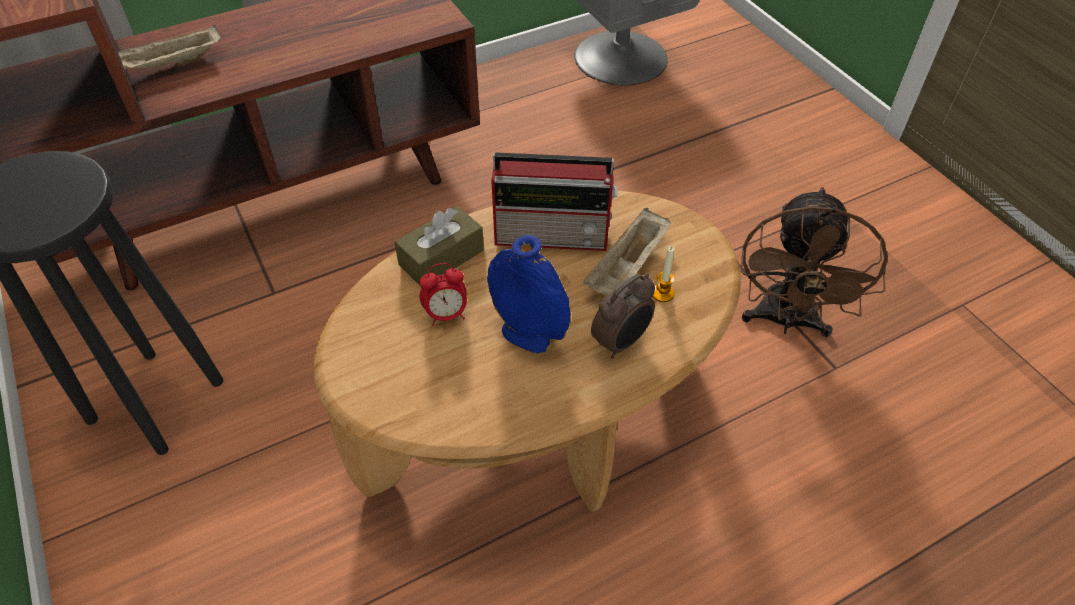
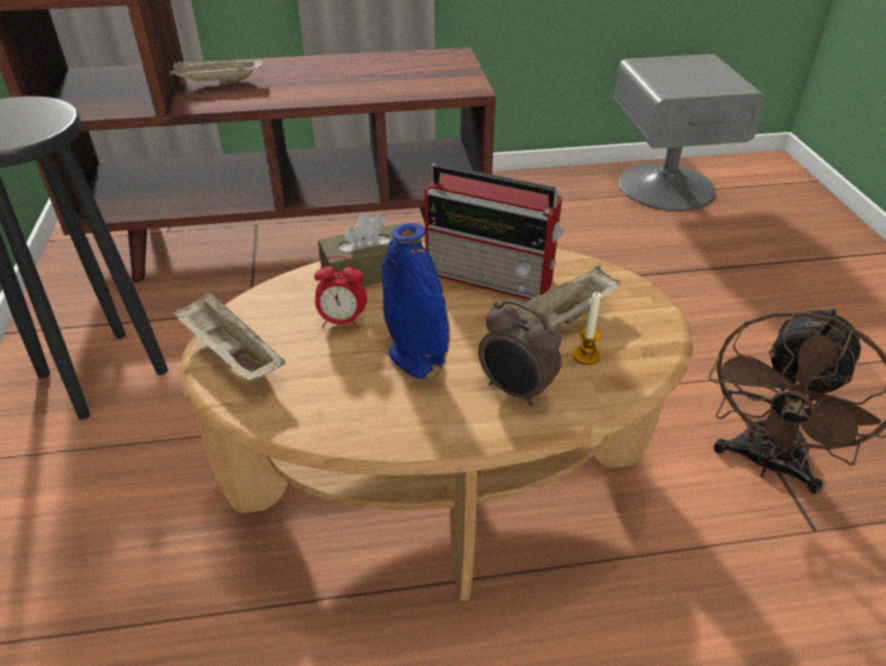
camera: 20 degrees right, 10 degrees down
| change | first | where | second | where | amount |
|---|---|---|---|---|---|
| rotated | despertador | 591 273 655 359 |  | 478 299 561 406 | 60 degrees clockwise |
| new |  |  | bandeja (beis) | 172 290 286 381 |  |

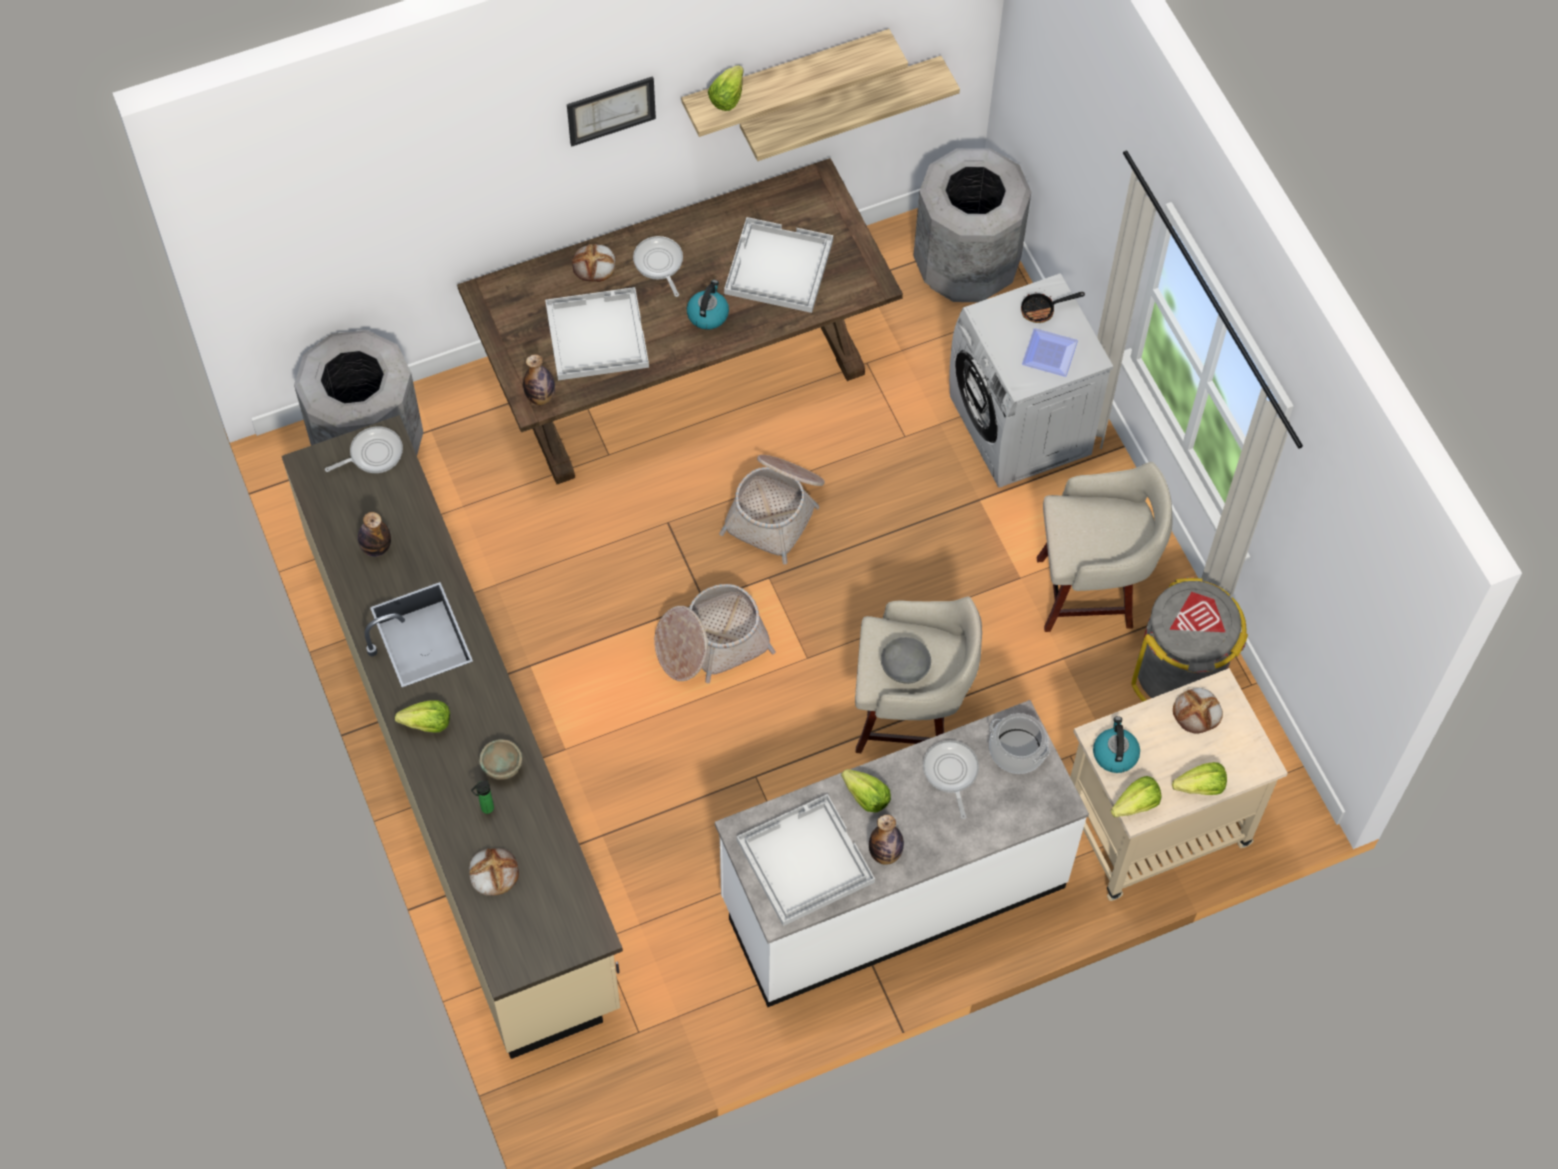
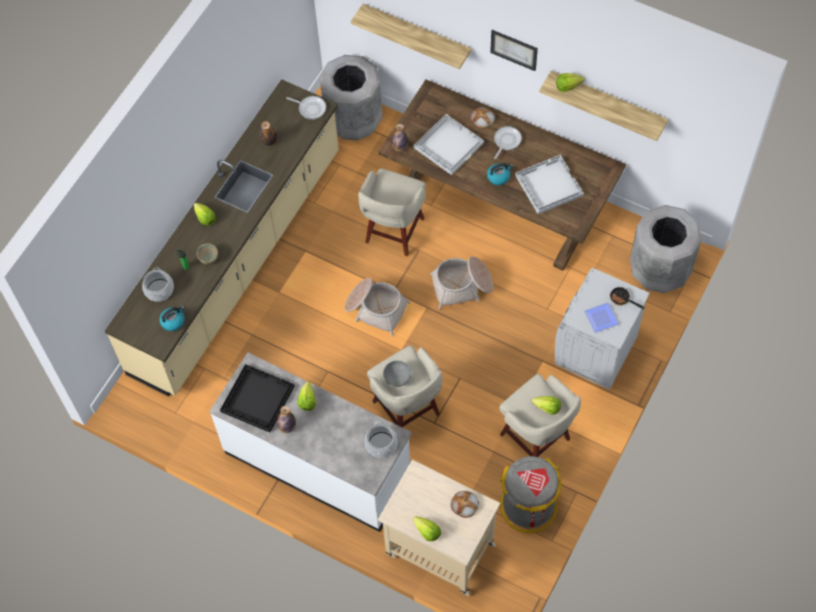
camera: 55 degrees right, 0 degrees up
| change | first | where | second | where | amount |
|---|---|---|---|---|---|
| swapped | pan | 469 848 519 896 | olla | 142 267 174 302 |  |
| repainted | bandeja (blanco) | 737 794 875 926 | bandeja (negro) | 220 364 295 433 |  |
| shifted | estante | 740 56 960 161 |  | 351 4 471 69 |  |
| gone | sartén | 923 740 979 819 |  |  |  |
| shifted | hervidor | 1093 716 1140 773 |  | 159 306 185 331 |  |
| shifted | lechuga | 1111 776 1161 817 |  | 531 396 561 415 |  |
| new |  |  | taburete (beis) | 358 168 426 257 |  |

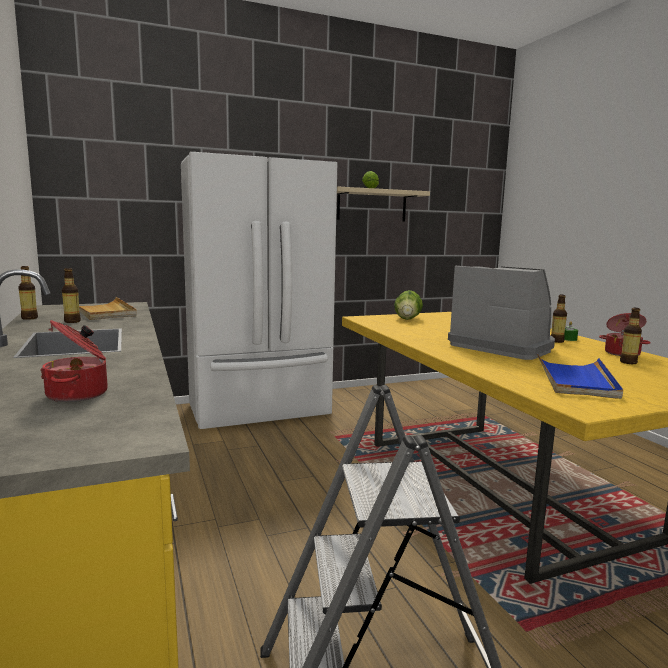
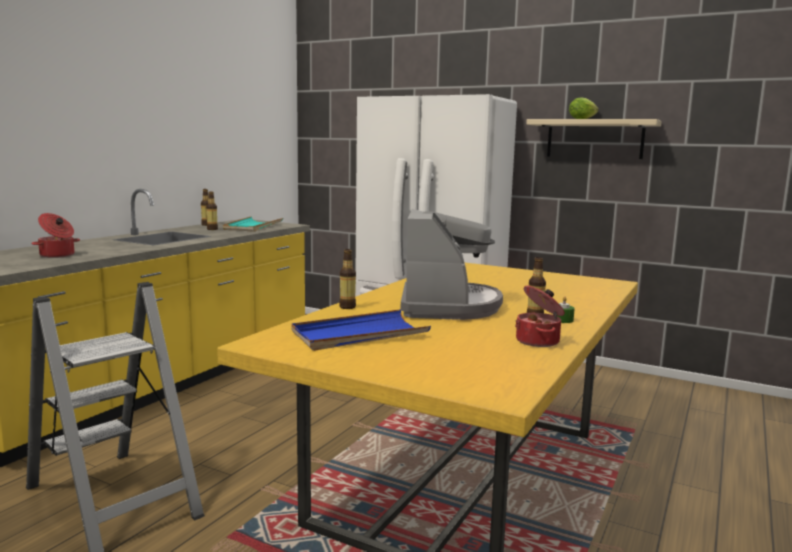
camera: 50 degrees right, 0 degrees up
| change | first | where | second | where | amount |
|---|---|---|---|---|---|
| repainted | bandeja (beis) | 79 297 137 320 | bandeja (turquesa) | 223 216 283 232 |  |
| gone | lechuga | 394 290 423 320 |  |  |  |
| shifted | botella | 620 308 642 364 |  | 339 249 356 309 |  |

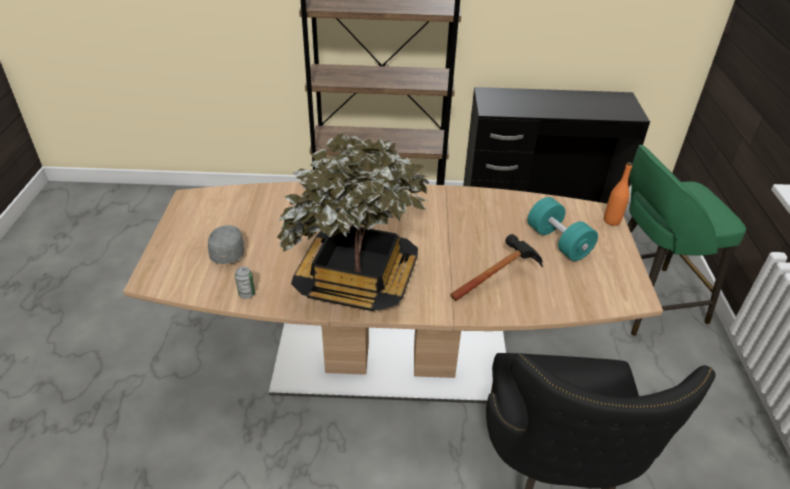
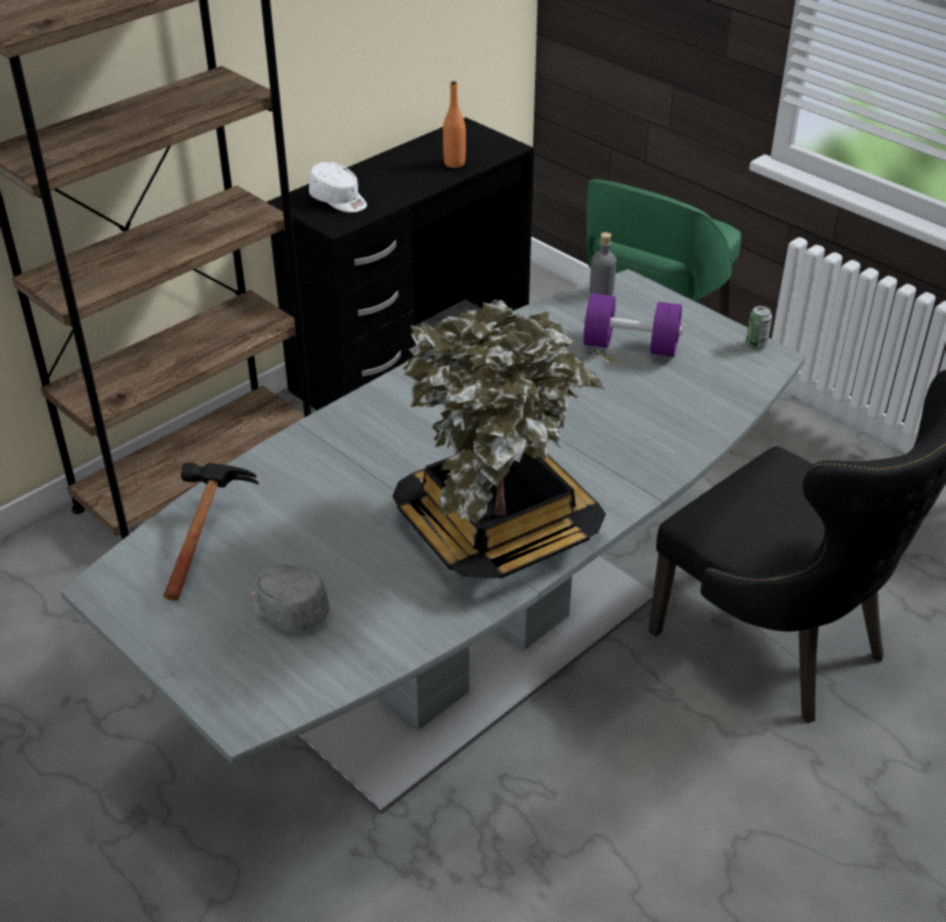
camera: 45 degrees left, 0 degrees up
| change | first | where | second | where | amount |
|---|---|---|---|---|---|
| repainted | mesa de comedor (marrón) | 124 182 663 403 | mesa de comedor (gris) | 60 269 806 814 |  |
| shifted | lata | 235 267 255 299 |  | 746 306 772 349 |  |
| shifted | martillo | 450 234 543 301 |  | 164 463 259 600 |  |
| repainted | mancuerna (turquesa) | 528 197 598 261 | mancuerna (morado) | 583 293 683 357 |  |
| shifted | botella (naranja) | 604 162 632 226 |  | 443 81 466 168 |  |
| new |  |  | gorra (blanco) | 309 162 367 212 |  |
| new |  |  | botella (gris) | 590 232 616 296 |  |

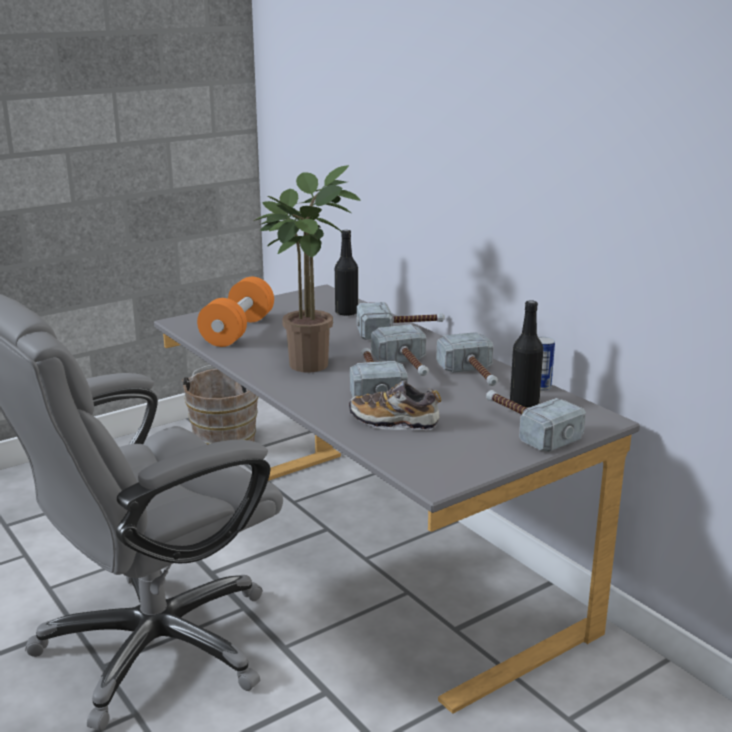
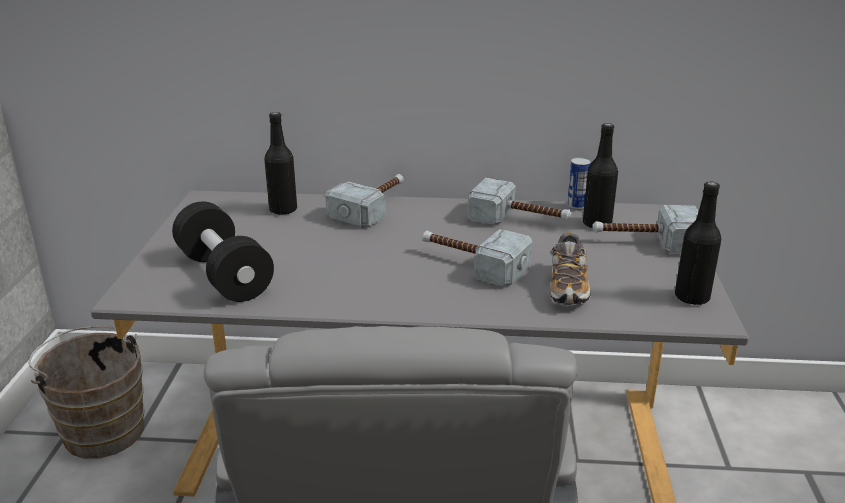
camera: 50 degrees left, 5 degrees up
| change | first | where | second | where | amount |
|---|---|---|---|---|---|
| repainted | mancuerna (naranja) | 197 277 274 347 | mancuerna (negro) | 172 201 274 302 |  |
| gone | planta en maceta | 254 165 361 372 |  |  |  |
| rotated | zapato | 349 380 442 431 |  | 551 231 590 307 | 45 degrees counterclockwise |
| gone | martillo | 371 324 429 376 |  |  |  |
| new |  |  | botella (negro) | 675 181 721 305 |  |

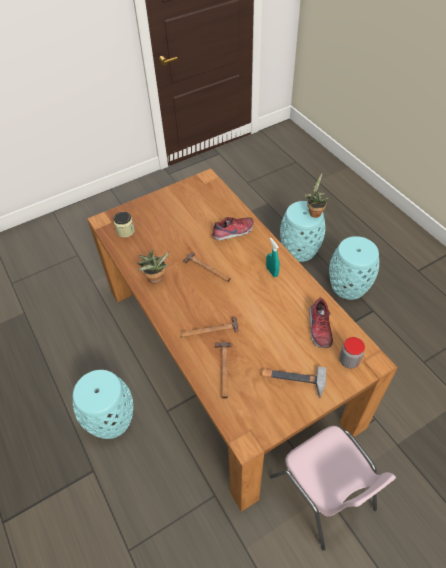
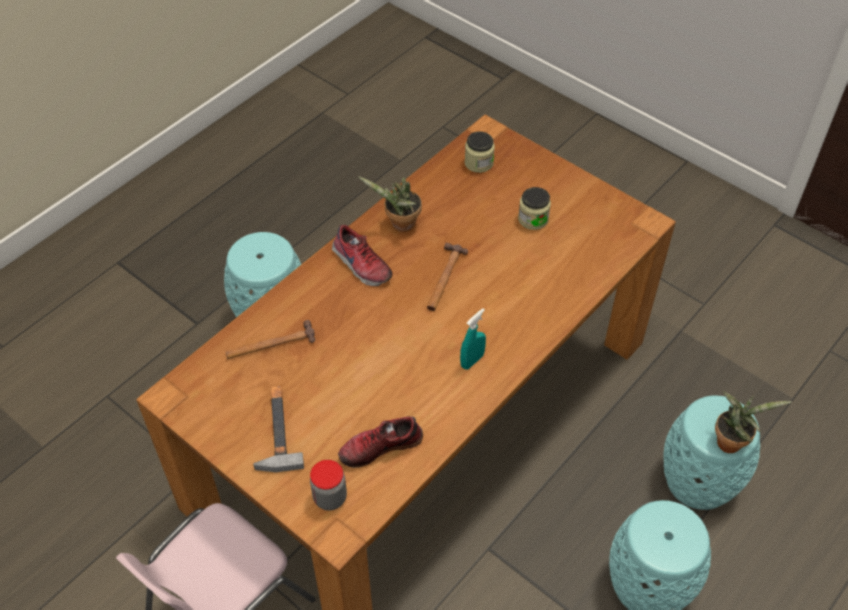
camera: 70 degrees right, 0 degrees up
| change | first | where | second | where | amount |
|---|---|---|---|---|---|
| gone | martillo | 181 317 239 337 |  |  |  |
| shifted | zapato | 212 217 254 241 |  | 332 225 392 286 |  |
| new |  |  | tarro | 518 187 551 230 |  |

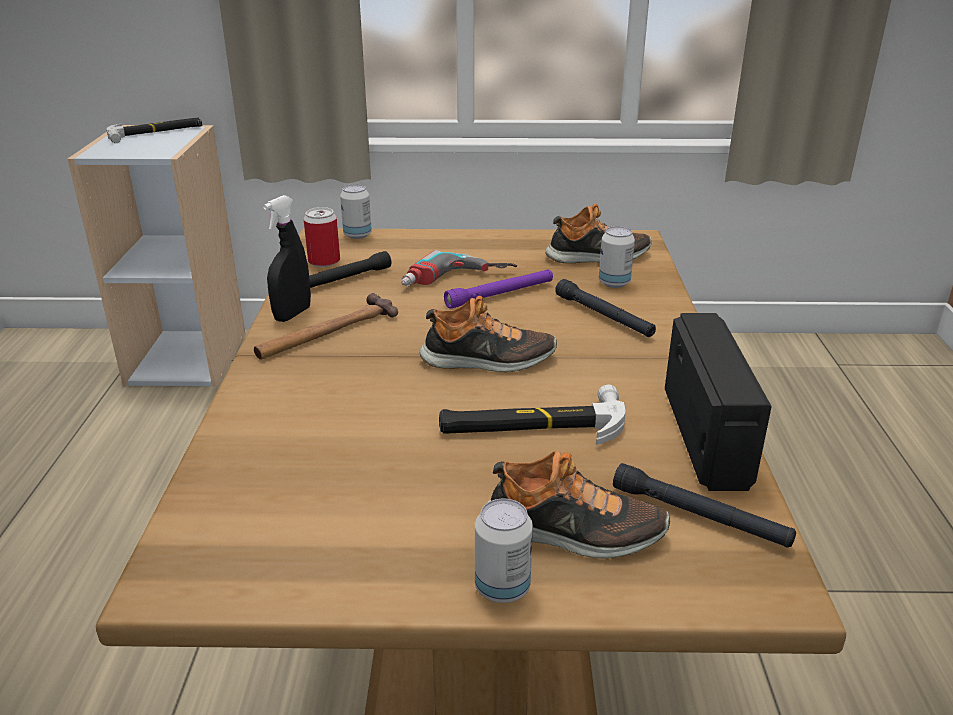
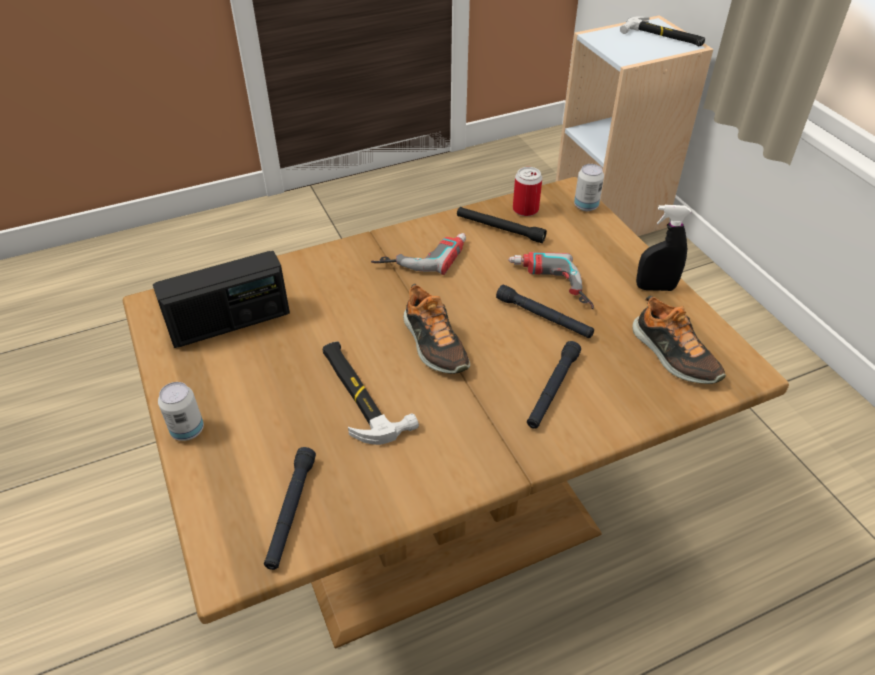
camera: 65 degrees right, 15 degrees up
| change | first | where | second | where | amount |
|---|---|---|---|---|---|
| swapped | martillo | 254 293 398 360 | taladro | 371 233 466 275 |  |
| shifted | pulverizador (negro) | 263 195 311 322 |  | 636 205 691 291 |  |
| repainted | linterna (morado) | 444 269 553 309 | linterna (negro) | 496 285 594 338 |  |
| gone | zapato | 487 451 670 559 |  |  |  |
| gone | lata | 599 226 635 288 |  |  |  |
| shifted | radio | 665 313 772 491 |  | 153 251 290 348 |  |

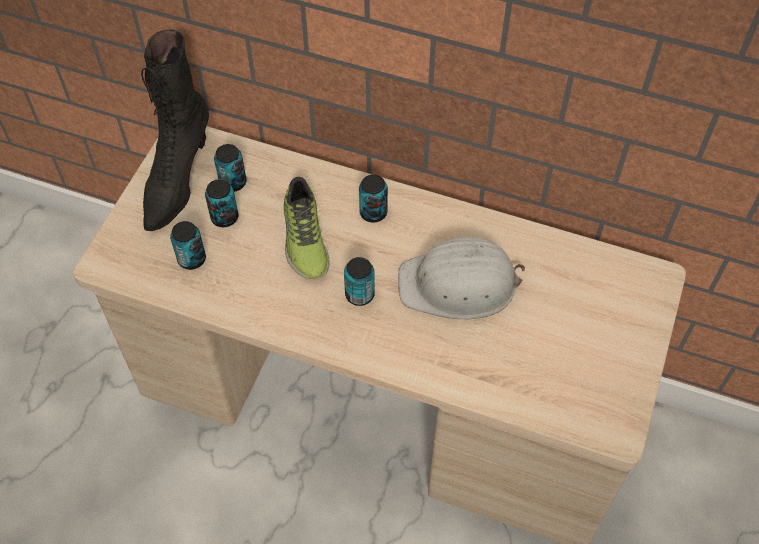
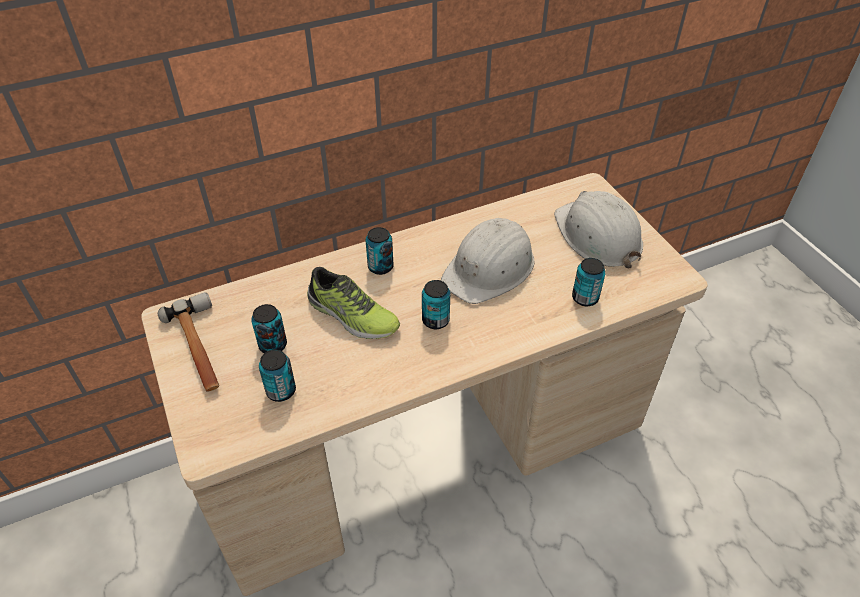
camera: 45 degrees left, 10 degrees down
| change | first | where | second | where | amount |
|---|---|---|---|---|---|
| swapped | bota (negro) | 141 30 209 231 | martillo | 158 292 219 391 |  |
| shifted | lata | 214 144 246 192 |  | 572 258 606 306 |  |
| new |  |  | casco (blanco) | 554 191 643 268 |  |

